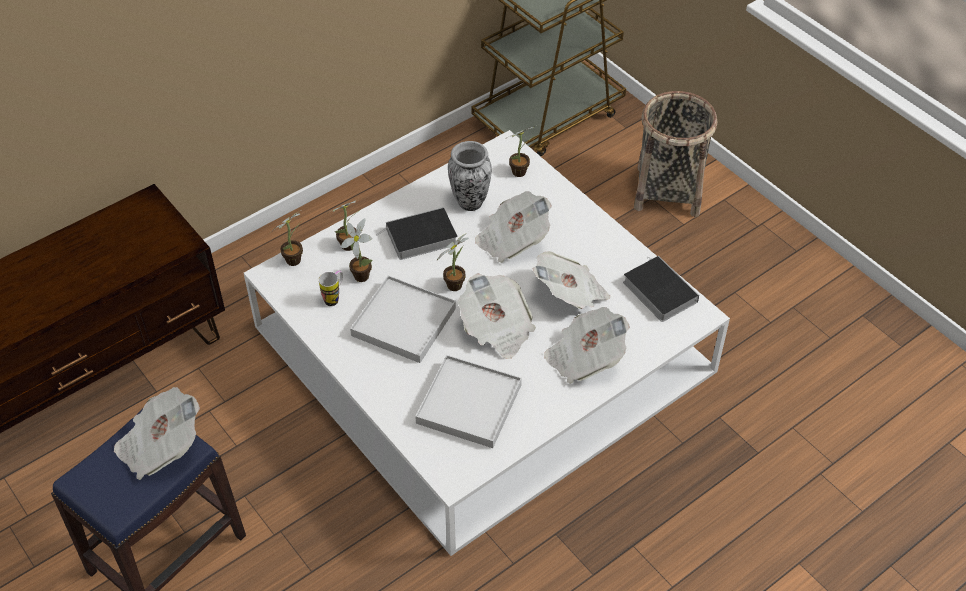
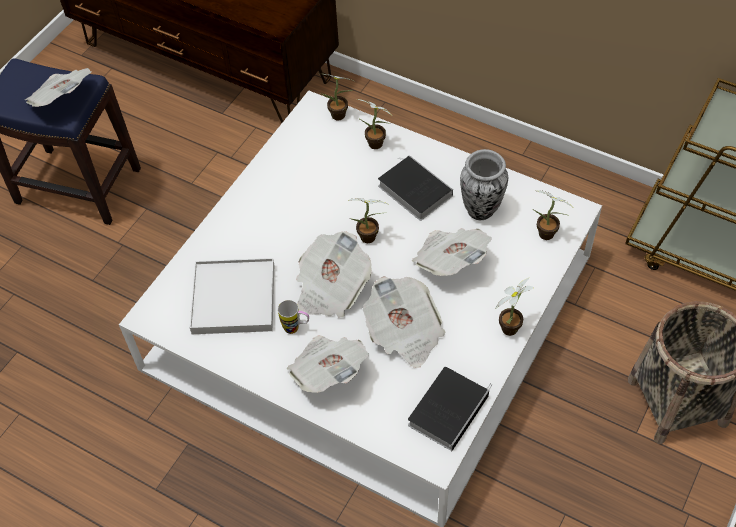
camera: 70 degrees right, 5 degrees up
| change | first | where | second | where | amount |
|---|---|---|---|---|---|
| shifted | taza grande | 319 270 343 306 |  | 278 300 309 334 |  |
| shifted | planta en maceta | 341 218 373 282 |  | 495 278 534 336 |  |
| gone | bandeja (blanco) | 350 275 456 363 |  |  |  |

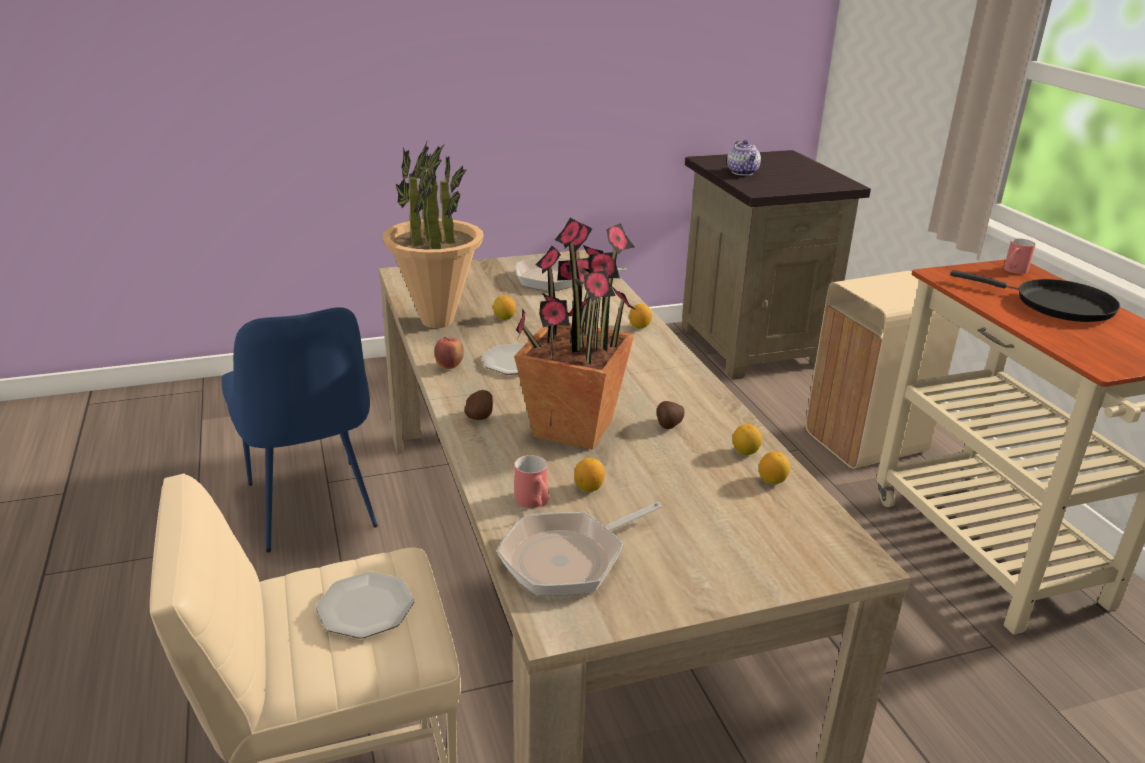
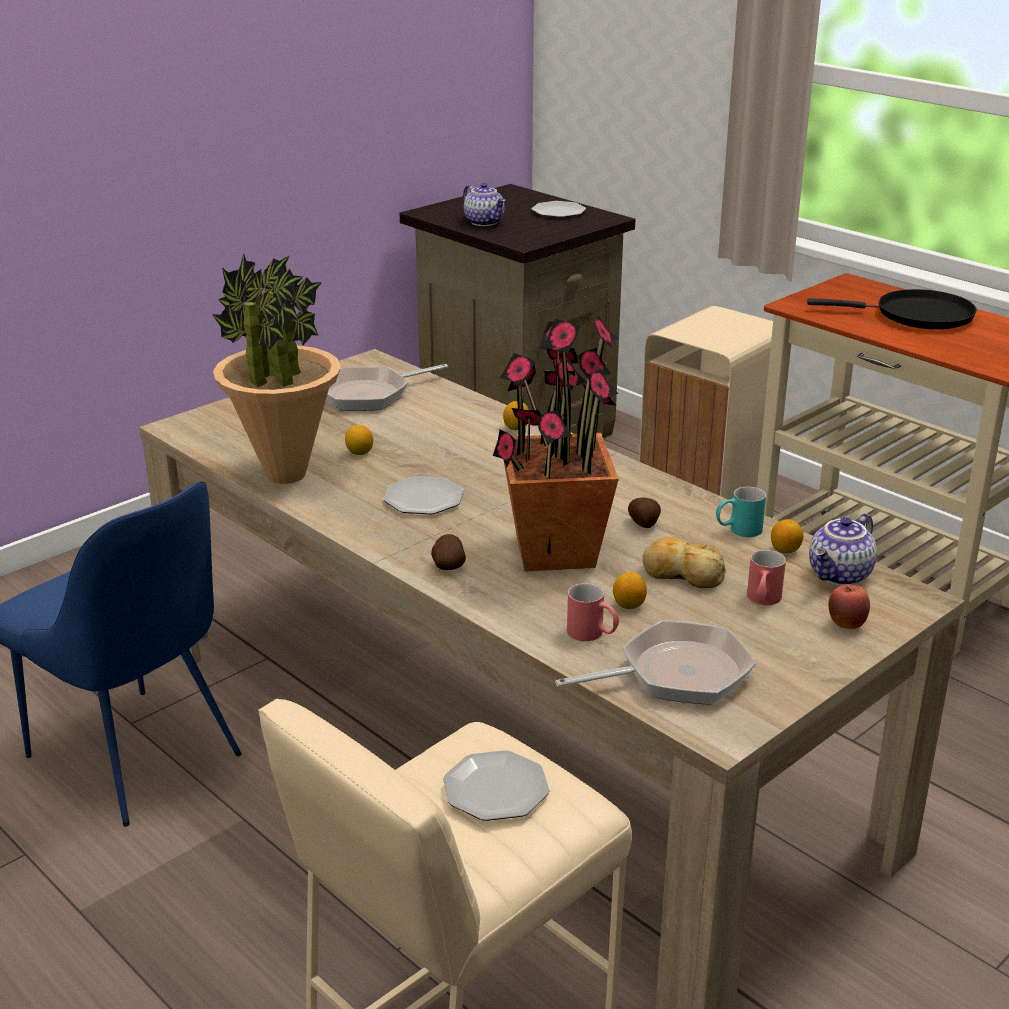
camera: 25 degrees left, 0 degrees up
| change | first | where | second | where | amount |
|---|---|---|---|---|---|
| shifted | manzana | 435 337 464 369 |  | 828 584 870 629 |  |
| rotated | sartén | 496 502 662 596 |  | 555 620 756 705 | 135 degrees counterclockwise |
| swapped | limón | 733 424 762 455 | taza grande (turquesa) | 716 487 766 537 |  |
| shifted | taza grande (rojo) | 1004 238 1036 274 |  | 747 550 786 605 |  |
| new |  |  | plato | 531 201 586 217 |  |
| new |  |  | pan | 643 537 726 588 |  |
| new |  |  | tetera | 809 513 877 586 |  |

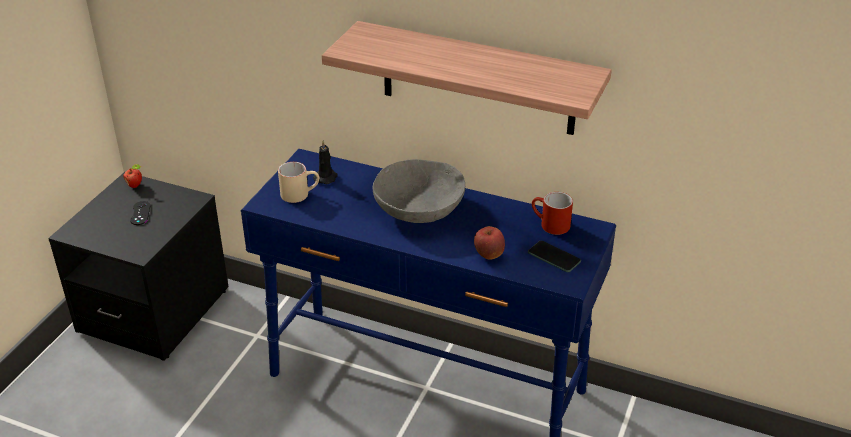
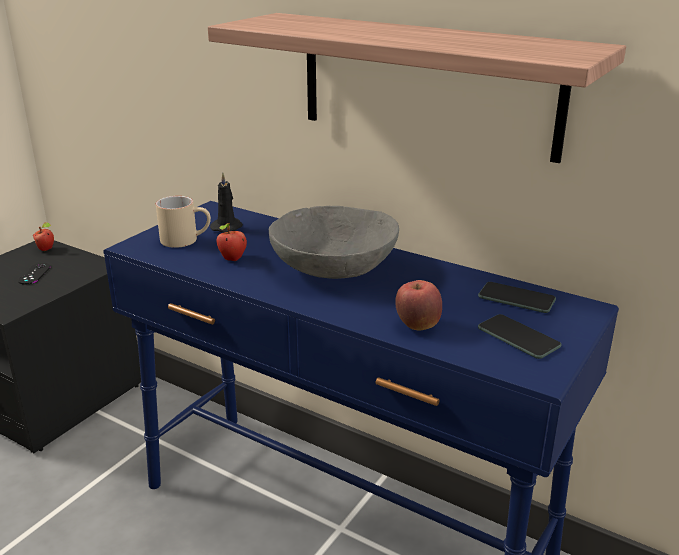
camera: 10 degrees right, 10 degrees down
| change | first | where | second | where | amount |
|---|---|---|---|---|---|
| swapped | taza grande (rojo) | 532 192 573 235 | móvil | 478 282 556 313 |  |
| new |  |  | manzana | 217 223 247 261 |  |

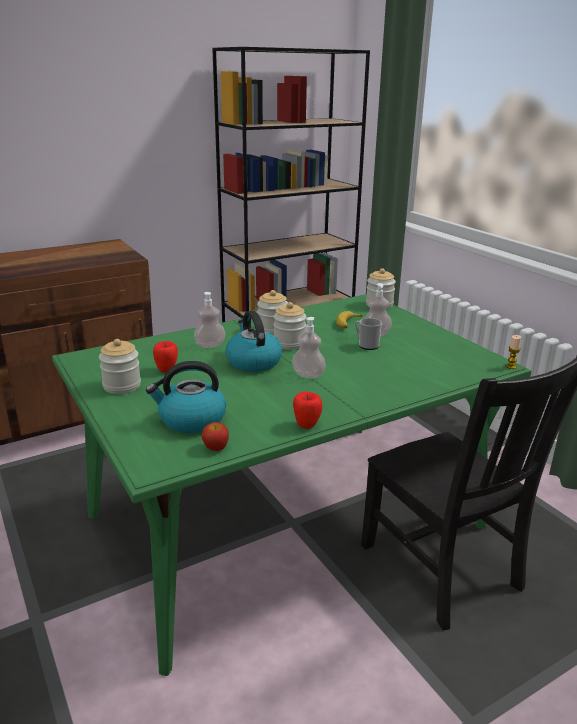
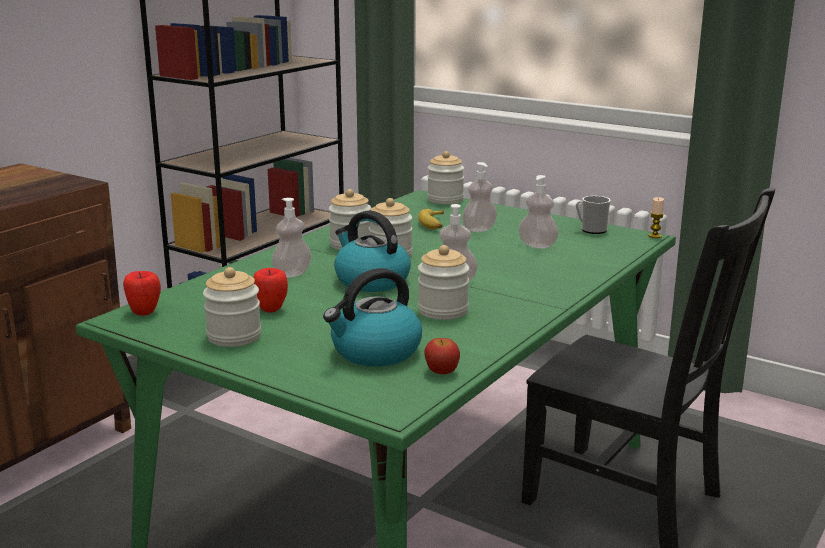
camera: 25 degrees left, 5 degrees down
| change | first | where | second | where | amount |
|---|---|---|---|---|---|
| shifted | manzana | 293 392 322 429 |  | 123 271 161 315 |  |
| shifted | taza grande | 355 318 382 350 |  | 576 196 611 234 |  |
| new |  |  | tarro | 418 245 470 320 |  |
| new |  |  | dispensador de jabón | 518 175 559 249 |  |

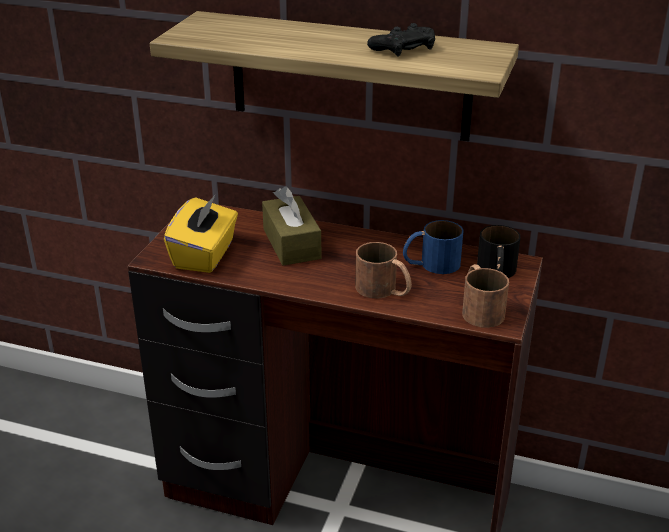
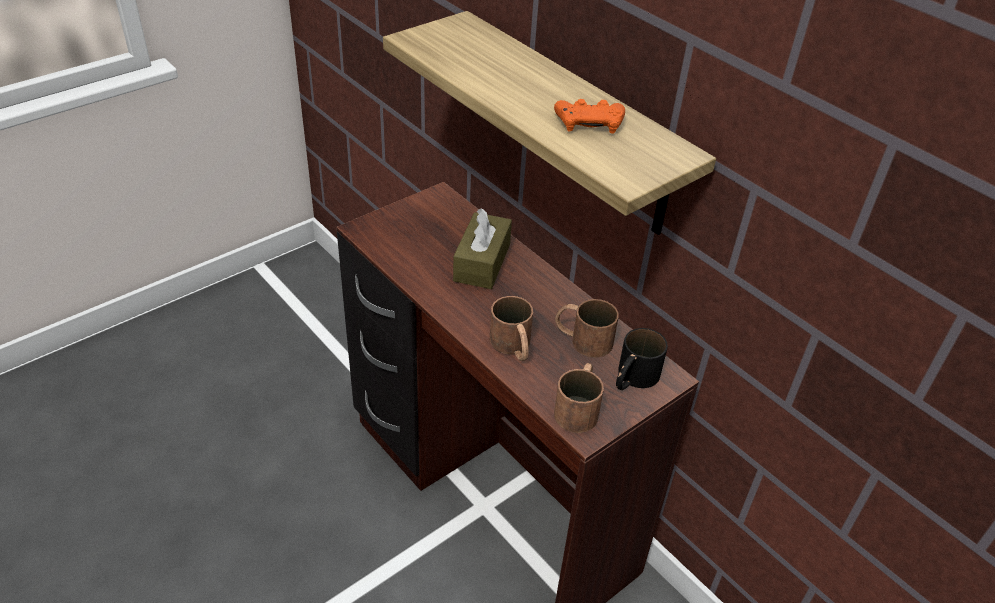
camera: 30 degrees right, 10 degrees up
| change | first | where | second | where | amount |
|---|---|---|---|---|---|
| gone | caja de pañuelos (amarillo) | 164 194 238 273 |  |  |  |
| repainted | mando de consola (negro) | 367 23 435 57 | mando de consola (naranja) | 554 99 625 134 |  |
| repainted | taza grande (azul) | 403 220 464 274 | taza grande (marrón) | 555 299 619 358 |  |

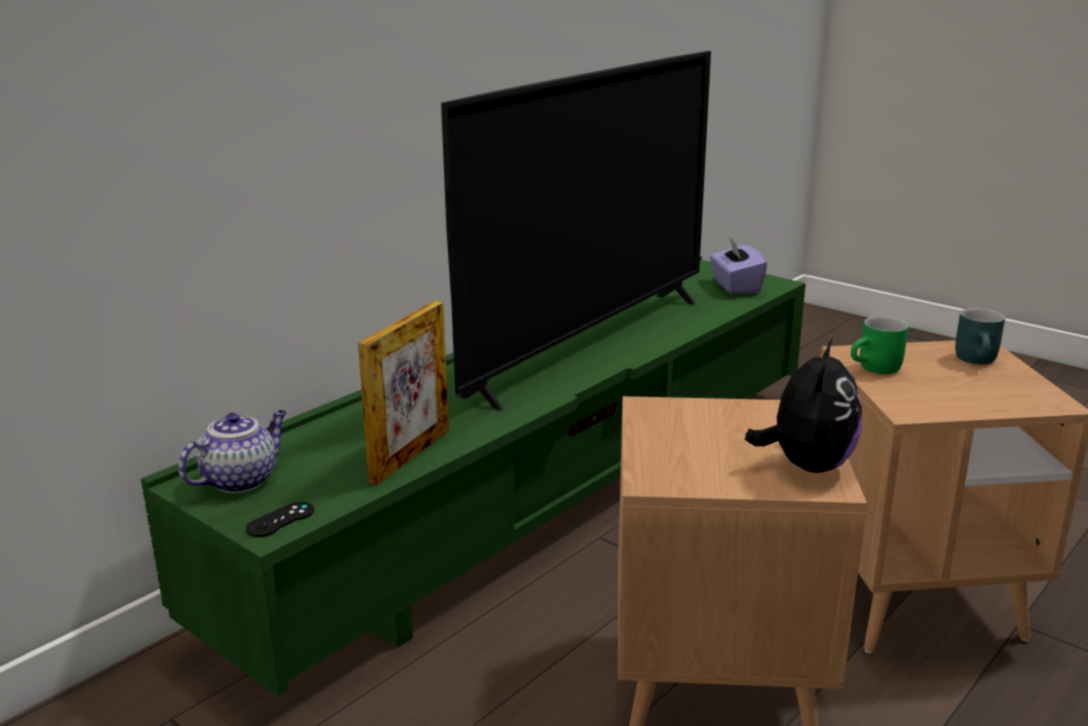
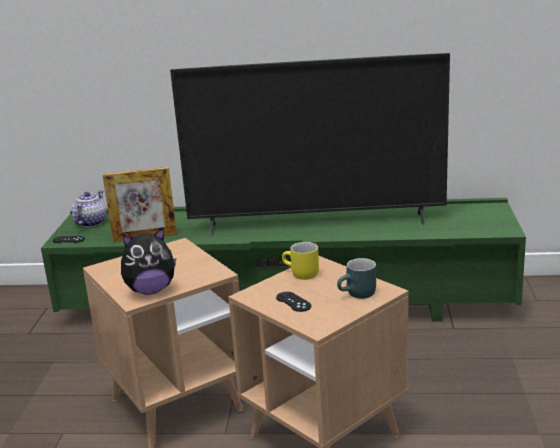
camera: 55 degrees right, 0 degrees up
| change | first | where | second | where | amount |
|---|---|---|---|---|---|
| rotated | tetera | 178 410 287 493 |  | 72 191 107 227 | 75 degrees counterclockwise |
| gone | caja de pañuelos (morado) | 709 237 767 294 |  |  |  |
| repainted | taza grande (verde) | 851 316 909 374 | taza grande (amarillo) | 282 242 319 280 |  |
| new |  |  | mando de consola (negro) | 276 292 311 312 |  |

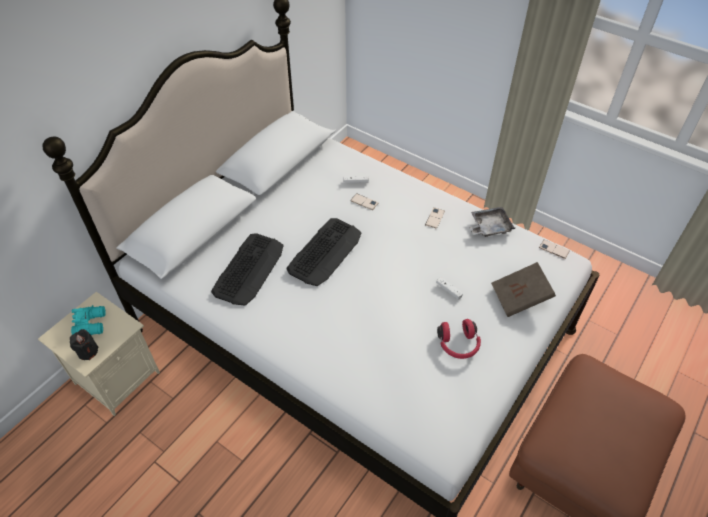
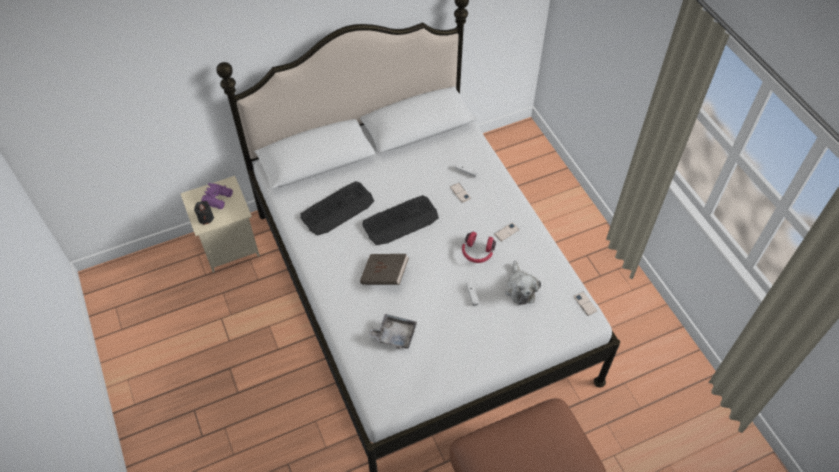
camera: 30 degrees right, 5 degrees up
| change | first | where | second | where | amount |
|---|---|---|---|---|---|
| repainted | prismáticos (turquesa) | 71 305 106 335 | prismáticos (morado) | 201 183 233 209 |  |
| shifted | auriculares (rojo) | 437 319 481 359 |  | 462 232 496 263 |  |
| shifted | bandeja (gris) | 469 207 516 237 |  | 368 314 417 349 |  |
| shifted | libro (marrón) | 491 262 556 317 |  | 360 254 409 285 |  |
| new |  |  | peluche | 505 261 541 305 |  |

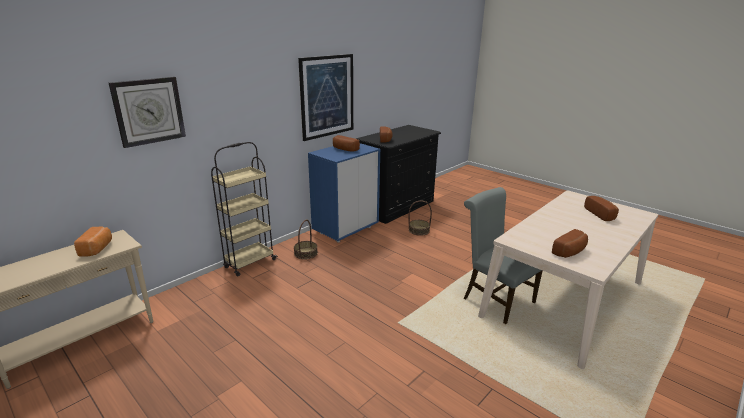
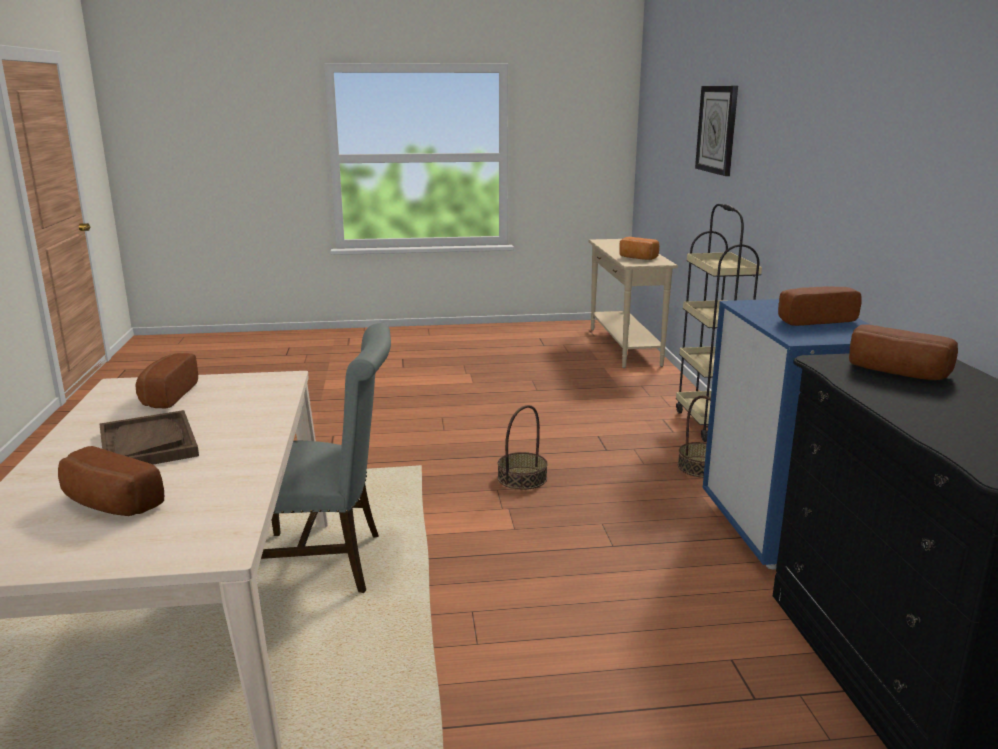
camera: 130 degrees right, 5 degrees down
| change | first | where | second | where | amount |
|---|---|---|---|---|---|
| gone | cuadro | 298 54 353 141 |  |  |  |
| shifted | cesta | 409 201 432 236 |  | 498 405 548 490 |  |
| new |  |  | bandeja (marrón) | 99 410 199 465 |  |

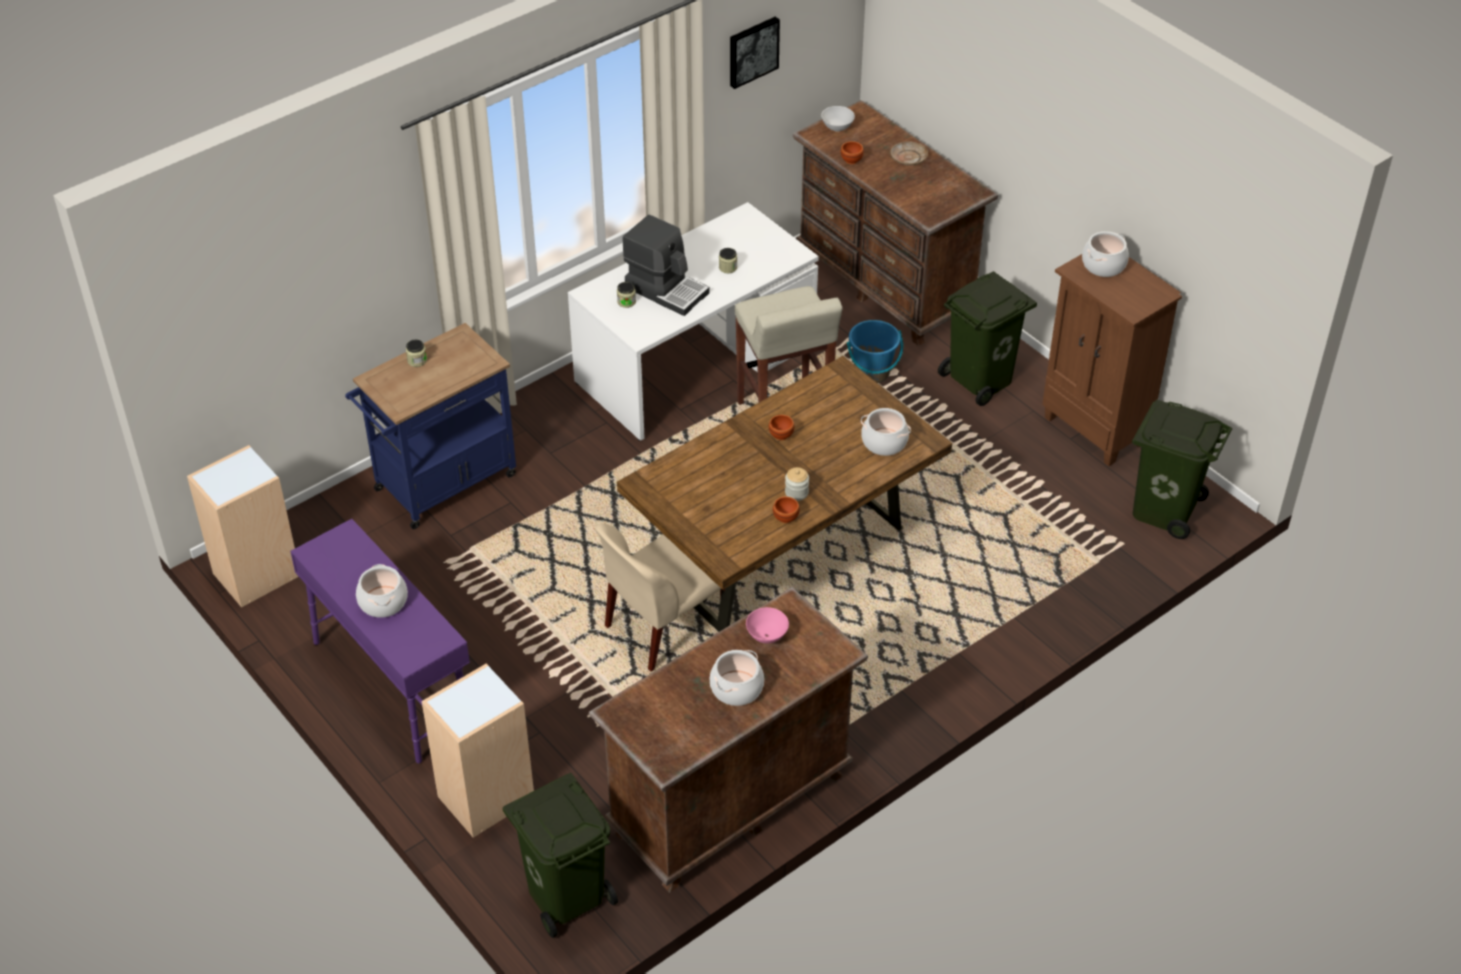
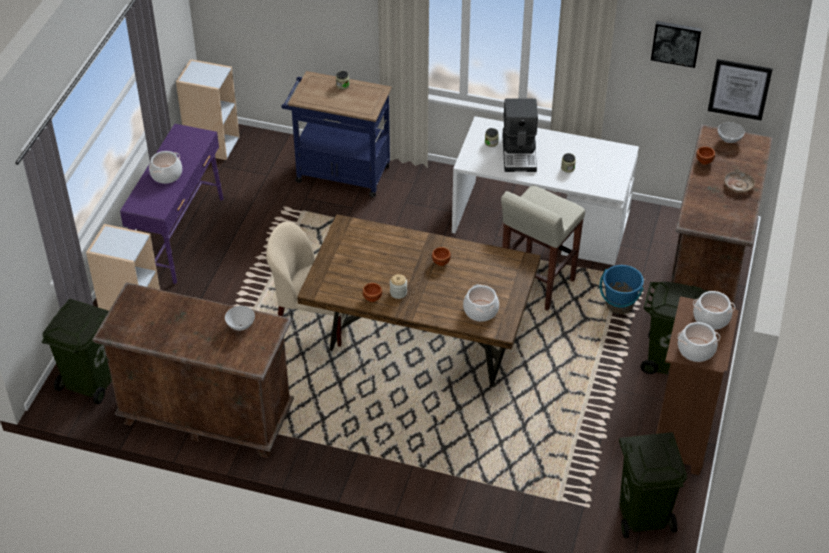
camera: 55 degrees right, 0 degrees up
| change | first | where | second | where | amount |
|---|---|---|---|---|---|
| shifted | olla | 710 650 764 706 |  | 678 322 720 362 |  |
| repainted | cuenco (rosa) | 746 607 789 643 | cuenco (blanco) | 225 306 255 331 |  |
| new |  |  | cuadro | 708 59 773 121 |  |

